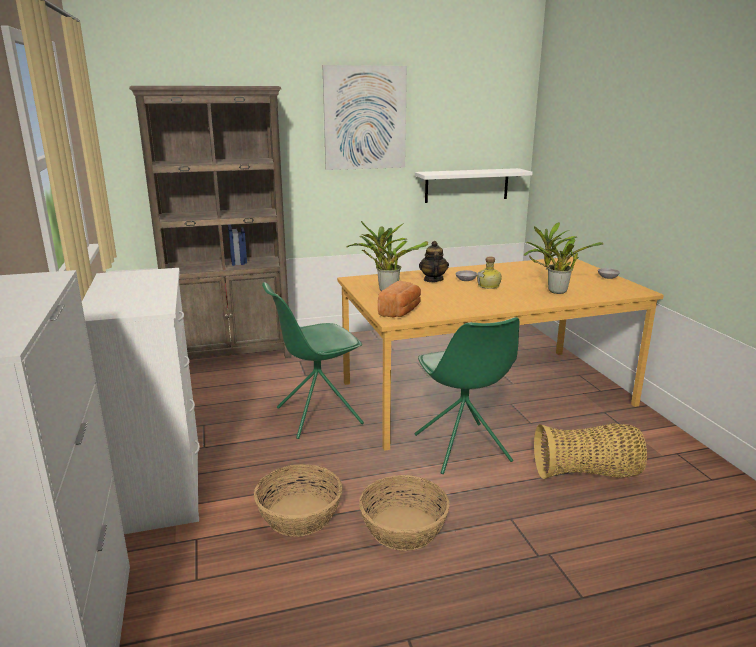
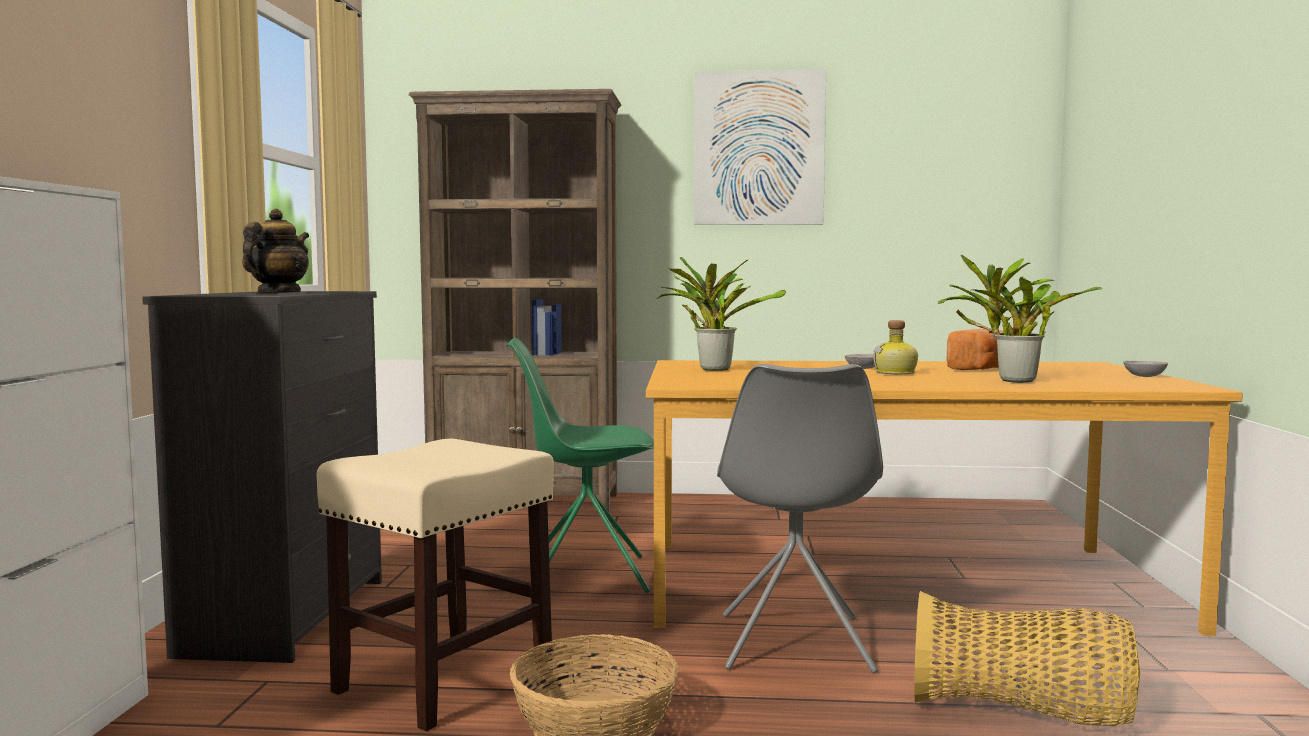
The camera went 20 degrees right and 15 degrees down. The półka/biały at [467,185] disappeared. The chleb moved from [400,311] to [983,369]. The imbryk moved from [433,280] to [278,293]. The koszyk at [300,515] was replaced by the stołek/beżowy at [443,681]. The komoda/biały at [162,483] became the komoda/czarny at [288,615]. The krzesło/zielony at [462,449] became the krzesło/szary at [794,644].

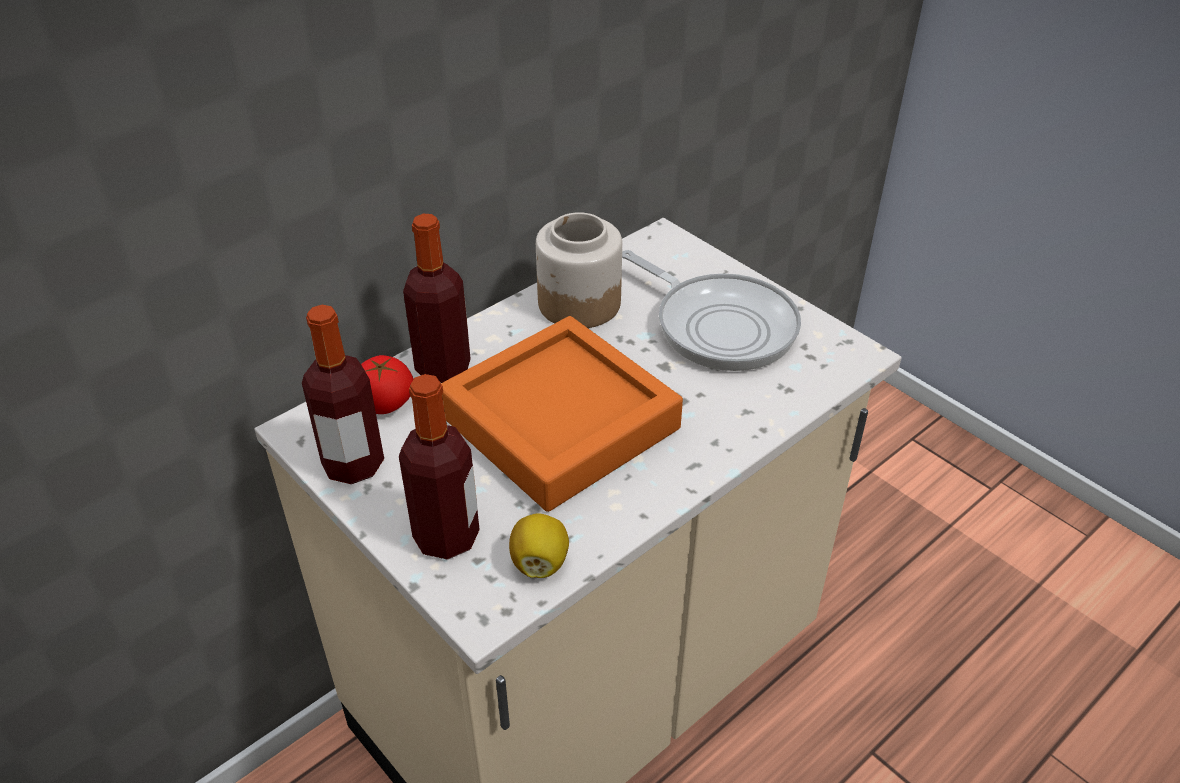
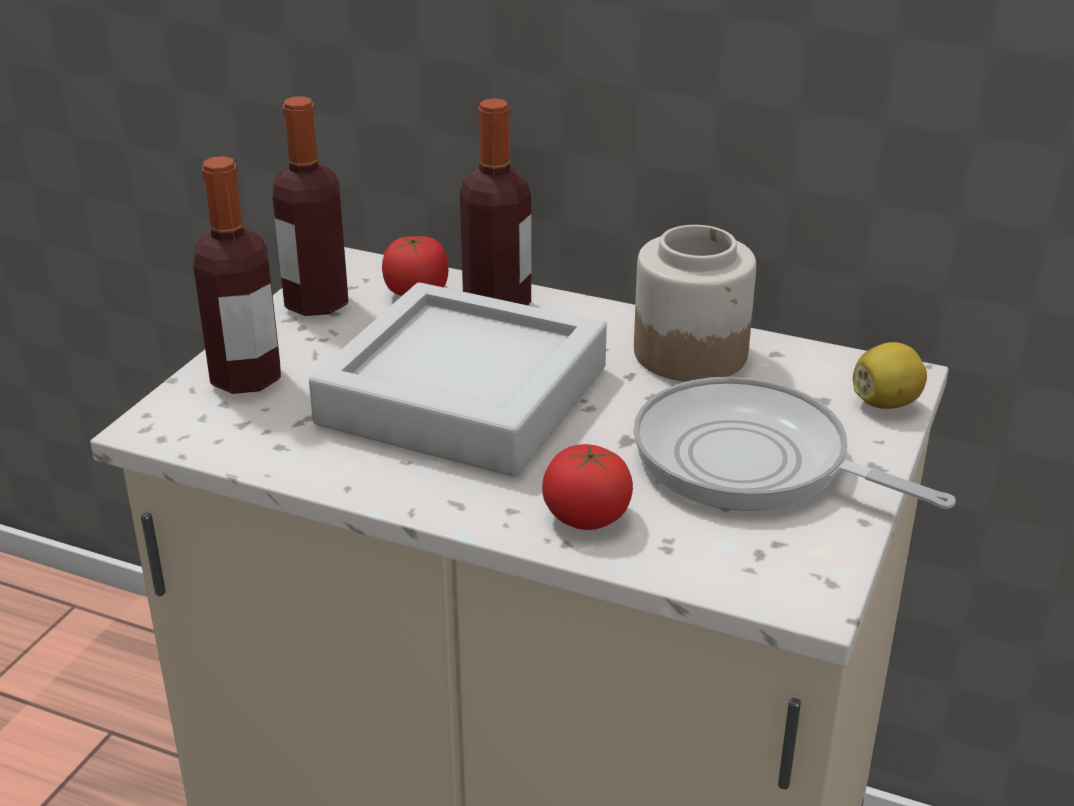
The camera went 65 degrees right and 10 degrees down. The pomidor at [586,516] appeared. The cytryna moved from [540,562] to [886,402]. The taca/pomarańczowy at [560,422] became the taca/szary at [463,396]. The patelnia at [719,325] turned 105 degrees clockwise.

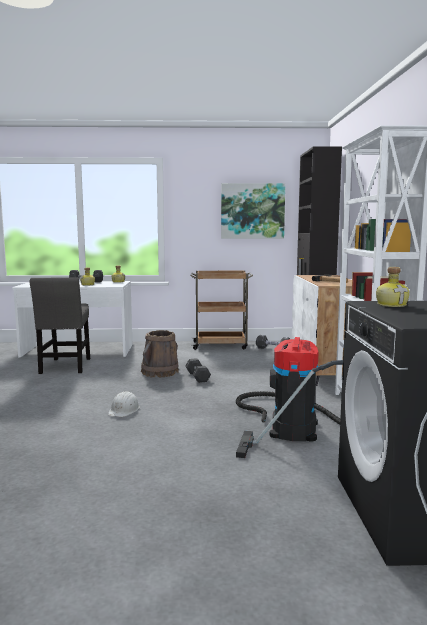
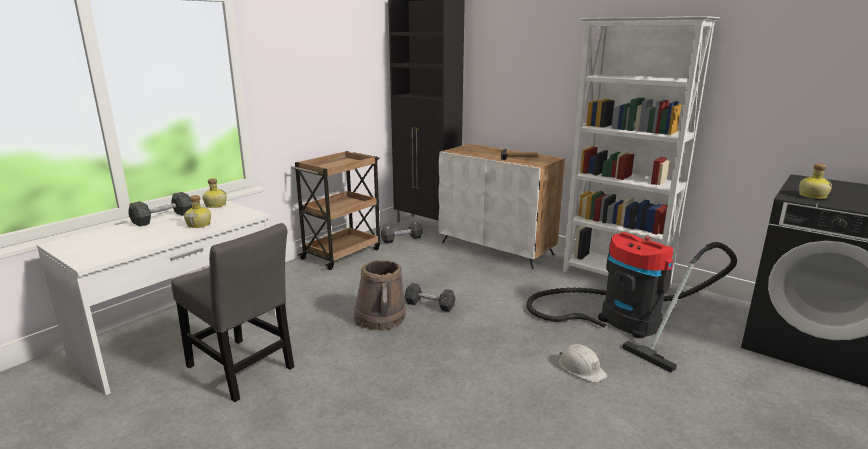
The camera went 50 degrees left and 10 degrees up. The obraz at [252,211] disappeared. The kask/biały moved from [124,410] to [581,368].

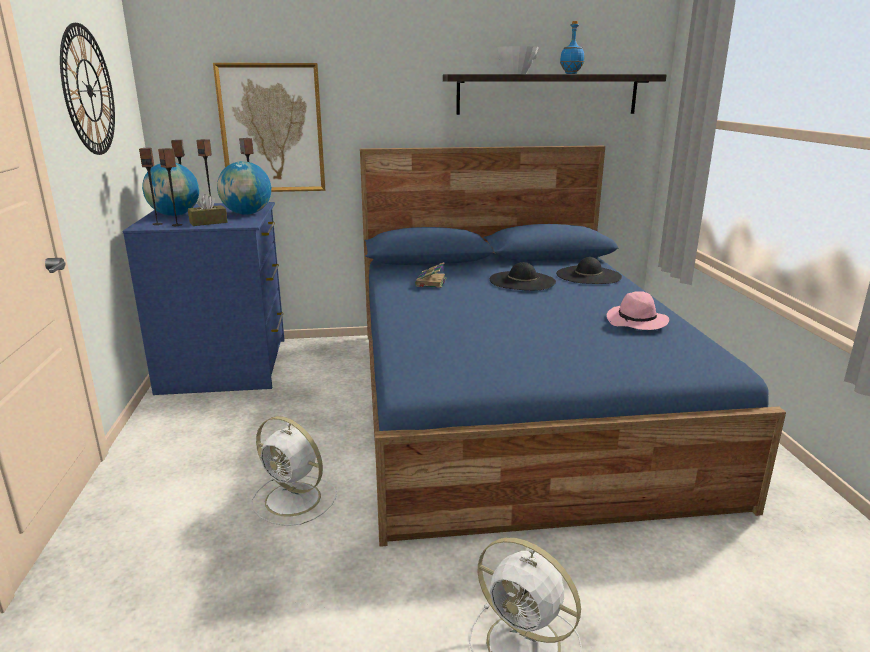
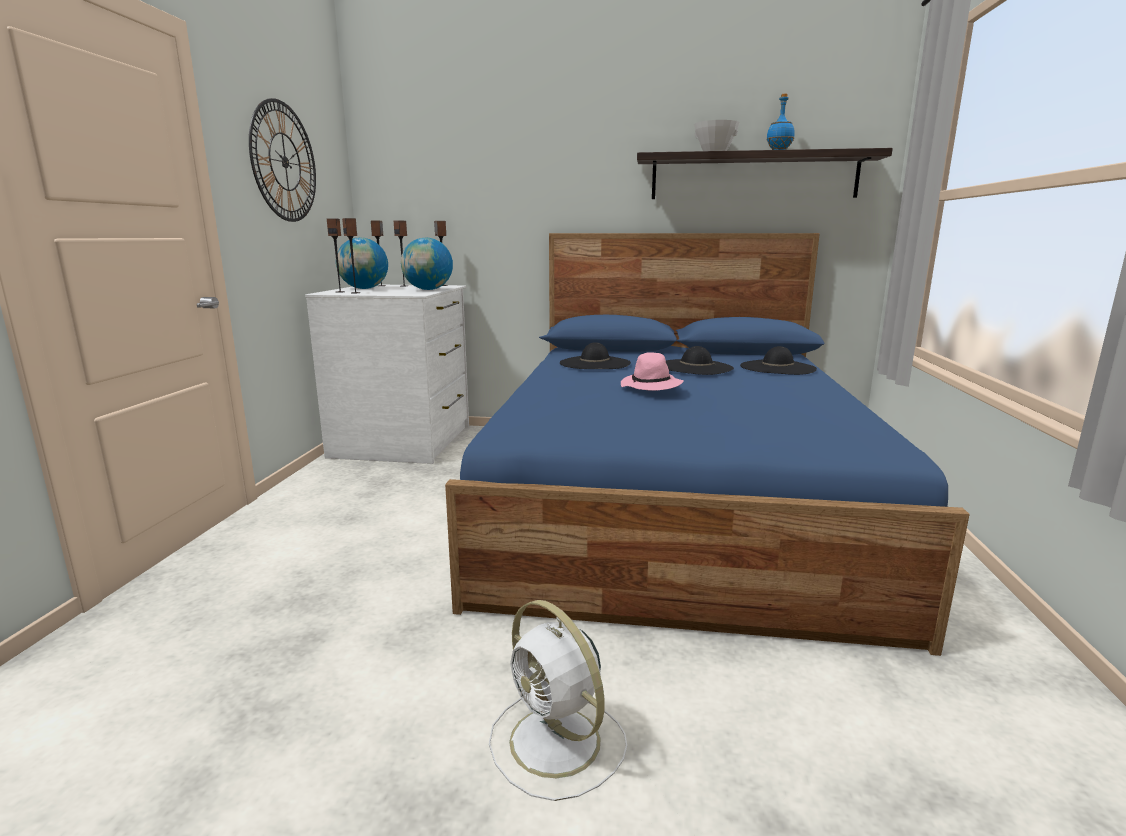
The camera went 15 degrees right and 5 degrees down. The pudełko chusteczek/brązowy at [208,222] disappeared. The obraz at [272,129] disappeared. The wentylator/biały at [295,500] disappeared. The kapelusz/różowy moved from [637,322] to [651,386]. The książka at [430,282] was replaced by the kapelusz/czarny at [595,363]. The komoda/niebieski at [227,365] became the komoda/biały at [404,441].

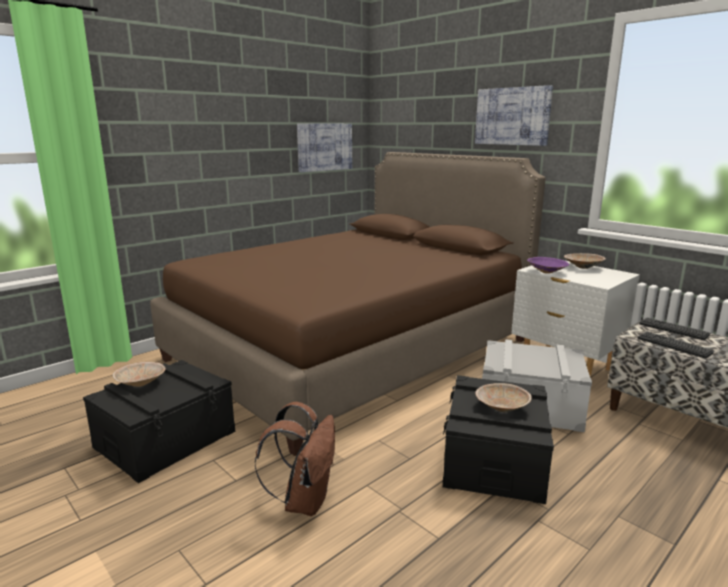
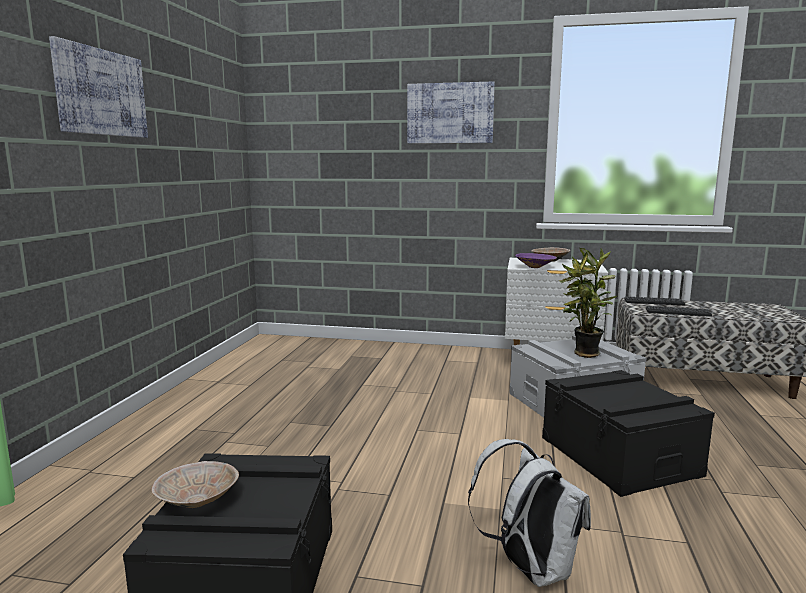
The camera went 35 degrees left and 5 degrees down. The łóżko/brązowy at [351,349] disappeared. The miska/beżowy at [501,408] disappeared. The roślina doniczkowa at [584,354] appeared. The obraz moved from [324,147] to [101,92]. The plecak/brązowy at [304,500] became the plecak/biały at [529,568].

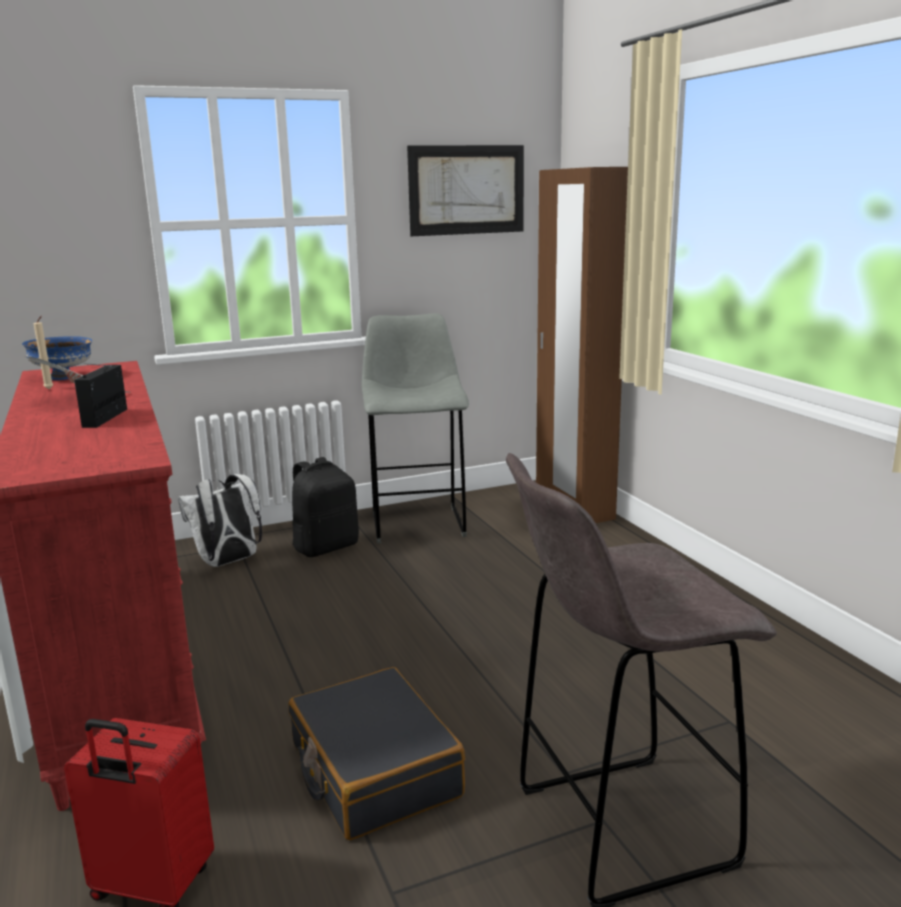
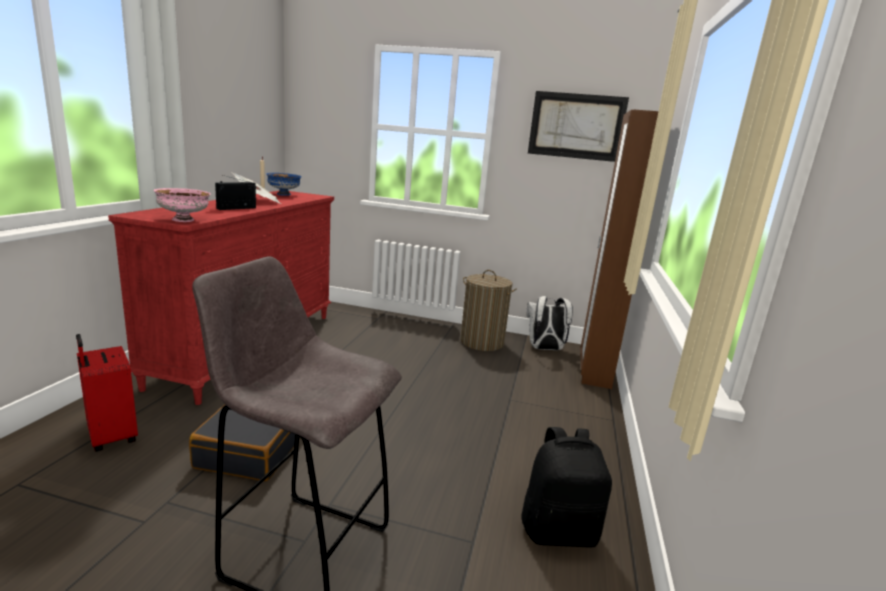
The camera went 35 degrees right and 0 degrees up. The miska/różowy at [184,220] appeared. The plecak/biały moved from [228,562] to [544,349]. The plecak/czarny moved from [326,547] to [559,530]. The stołek/szary at [417,523] was replaced by the kosz na pranie at [482,342].

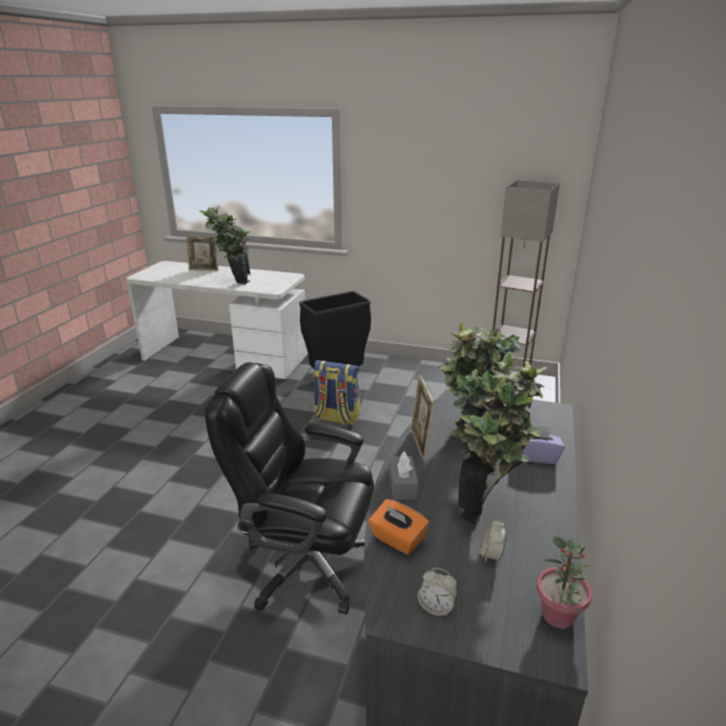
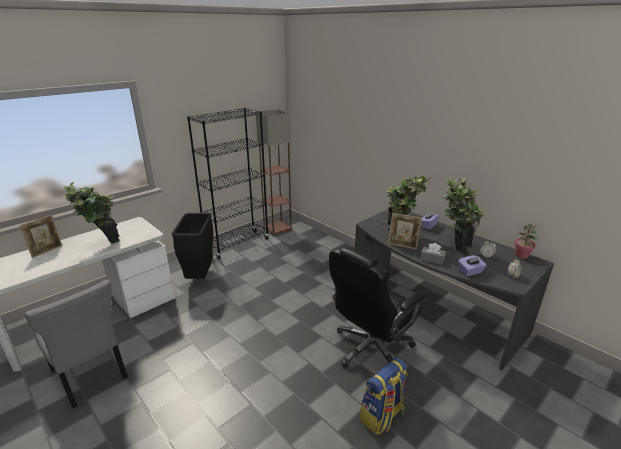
The camera went 60 degrees left and 0 degrees up. The krzesło/szary at [90,376] appeared. The regał/czarny at [237,244] appeared. The plecak moved from [336,418] to [382,416]. The pudełko chusteczek/pomarańczowy at [397,539] became the pudełko chusteczek/fioletowy at [470,272].

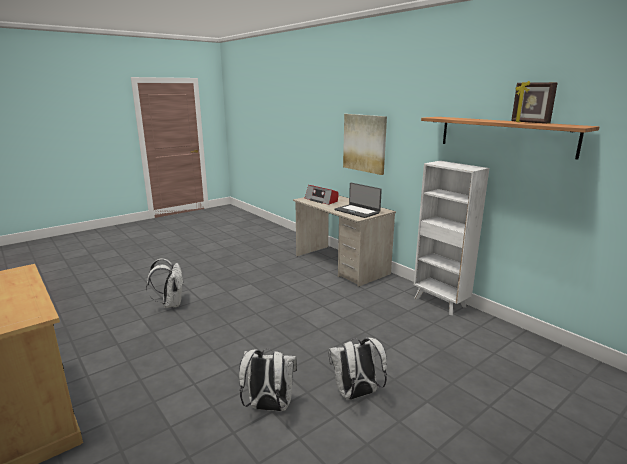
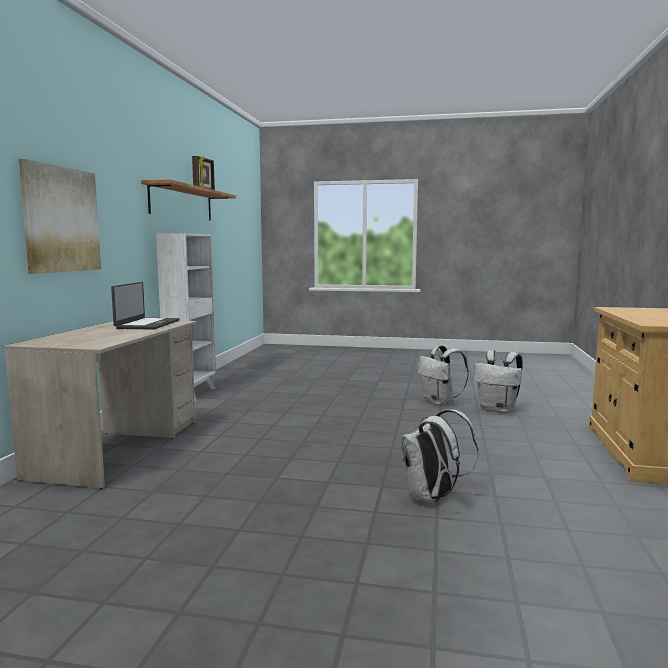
The camera went 130 degrees left and 10 degrees down. The radio at [321,200] disappeared. The plecak/biały moved from [356,394] to [498,409].

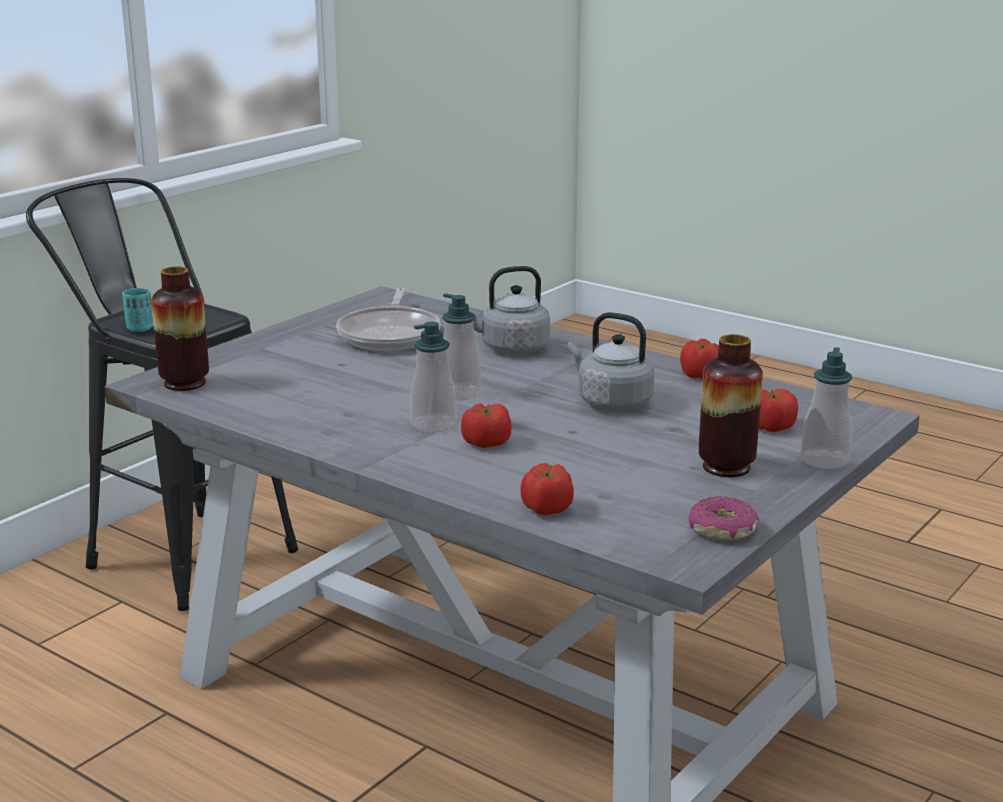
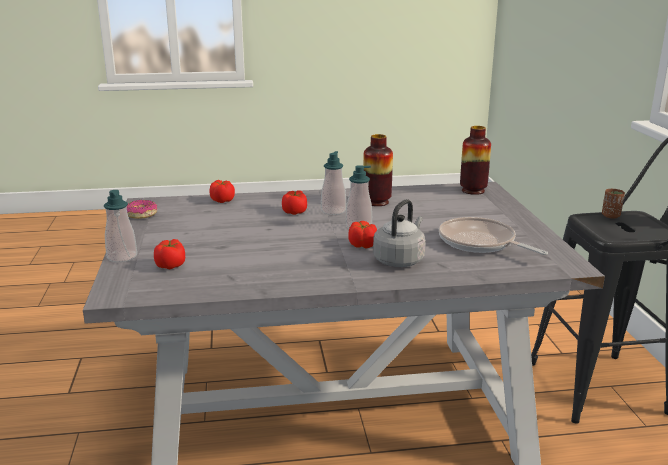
The camera went 135 degrees right and 0 degrees up. The czajnik/szary at [611,402] disappeared. The pomidor moved from [700,375] to [362,245]. The wazon moved from [726,467] to [377,202]. The filiżanka/turkusowy at [140,328] became the filiżanka/brązowy at [611,216].

